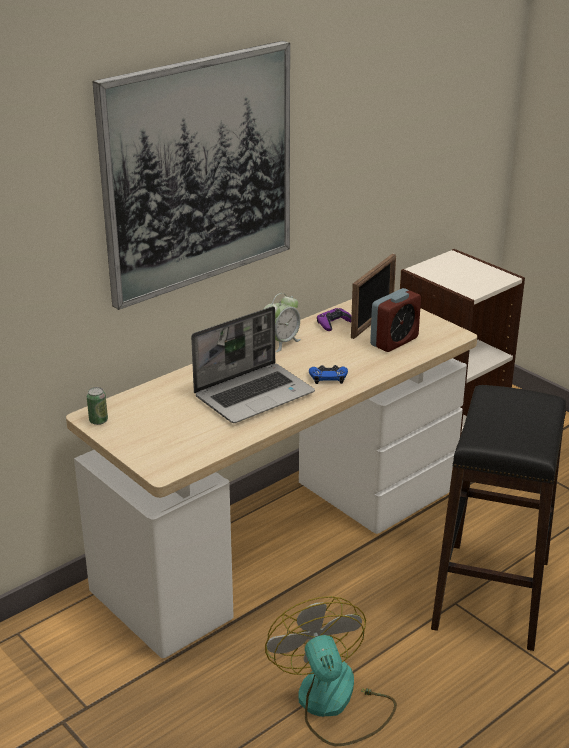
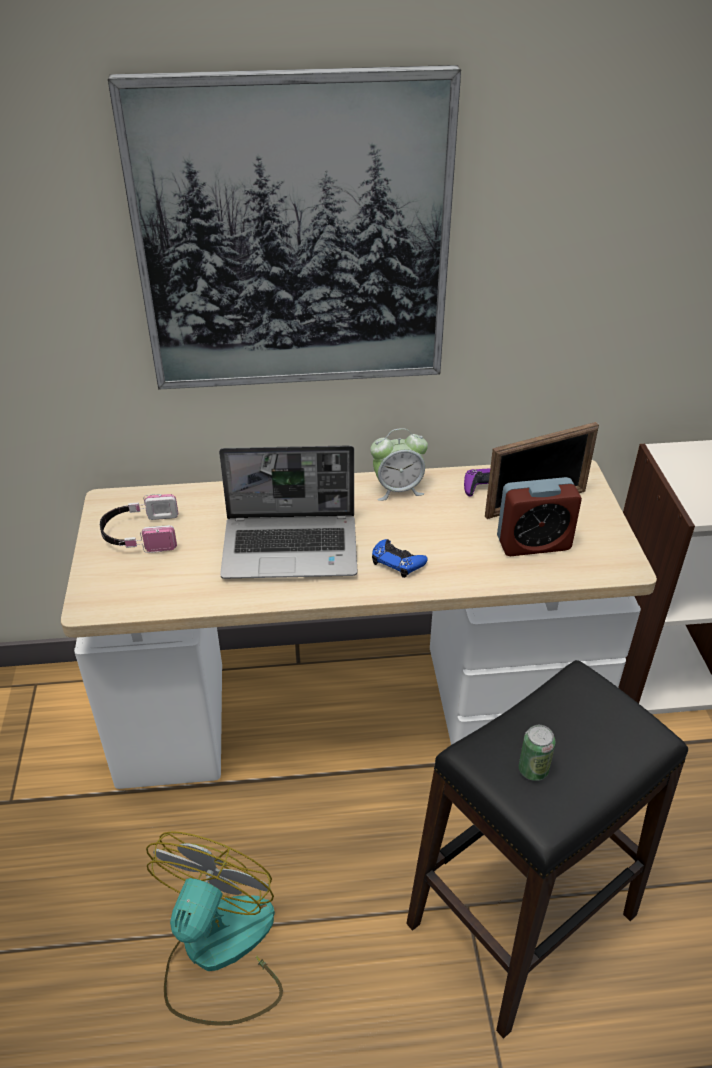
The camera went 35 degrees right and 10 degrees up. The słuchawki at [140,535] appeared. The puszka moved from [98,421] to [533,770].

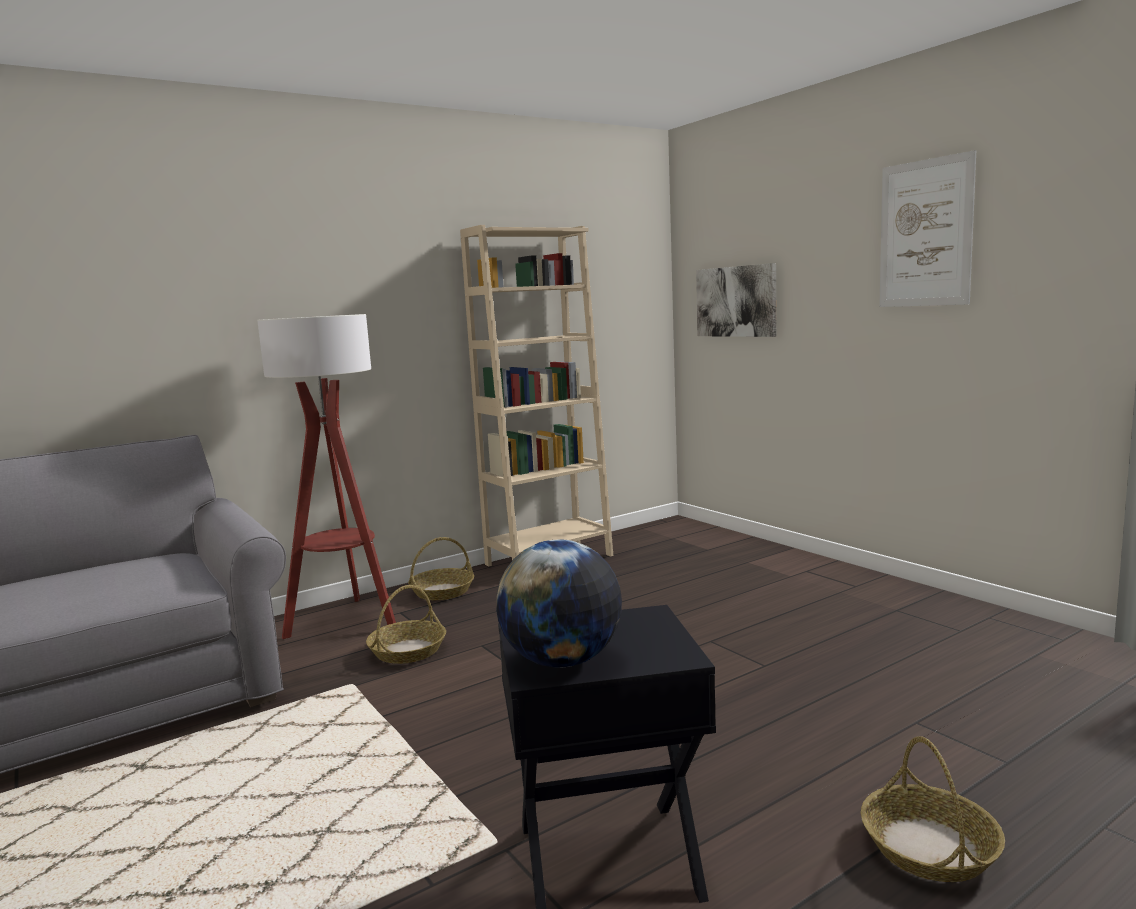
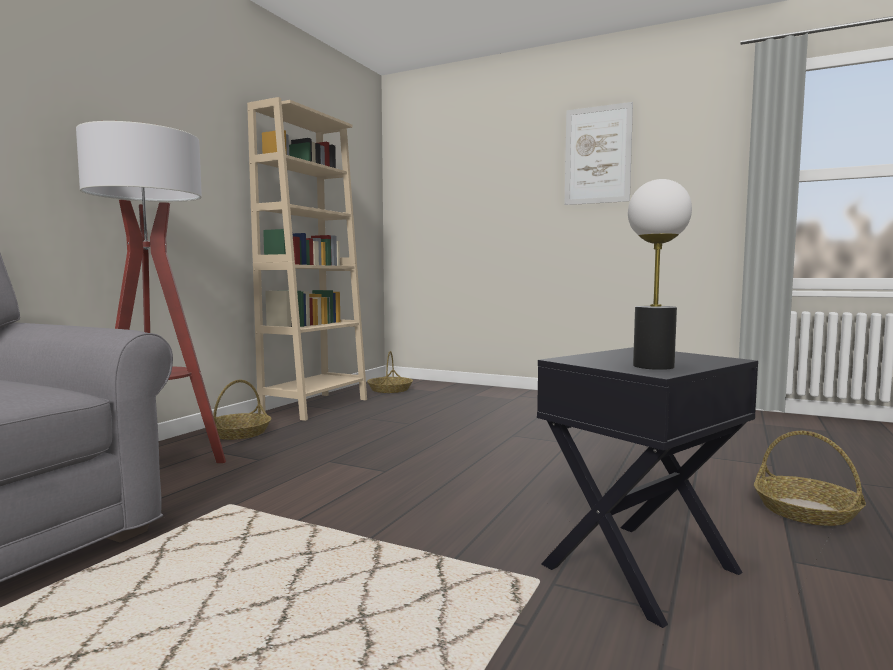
The camera went 30 degrees left and 5 degrees down. The obraz at [736,301] disappeared. The koszyk moved from [408,650] to [390,390]. The globus at [562,661] was replaced by the lampa stołowa at [654,366].

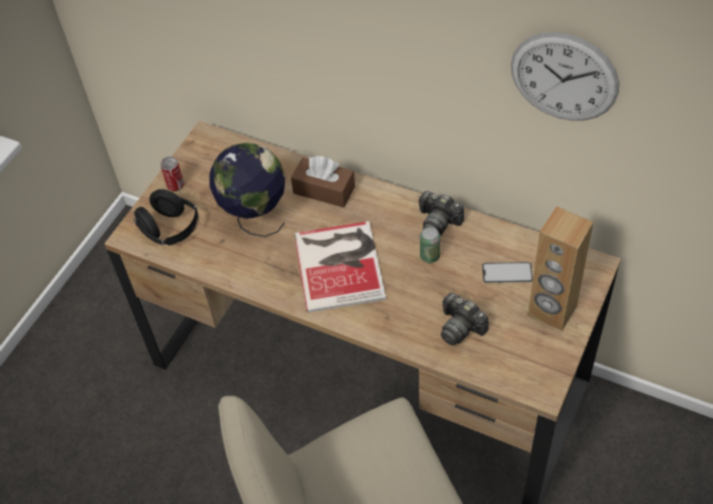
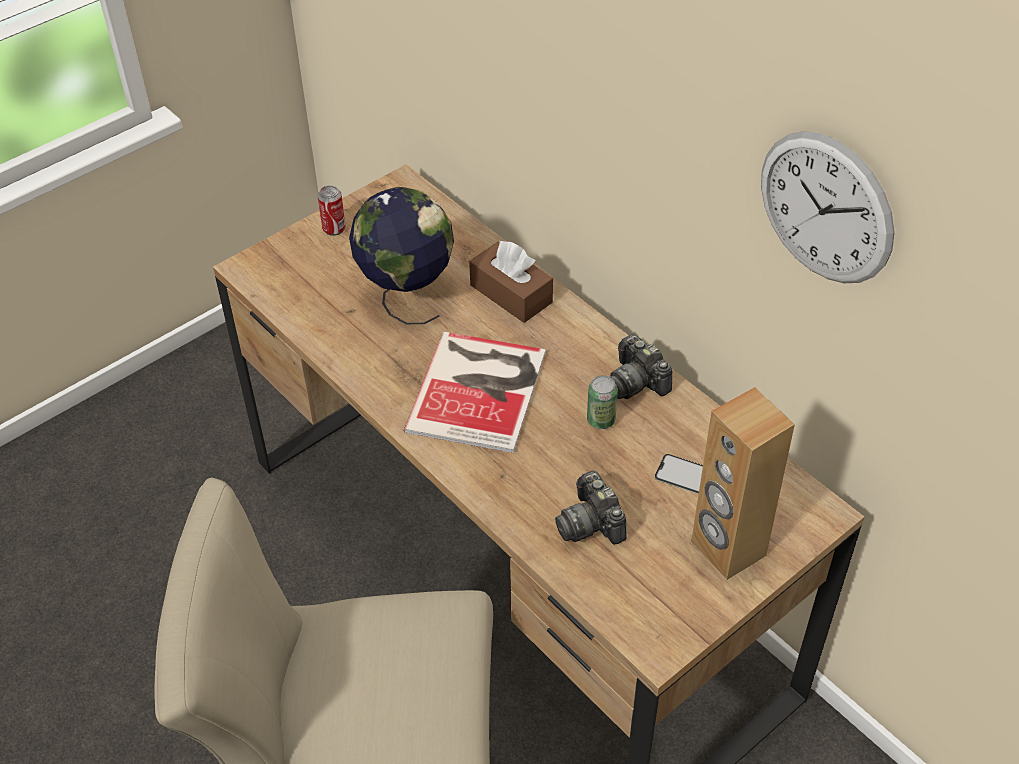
The camera went 20 degrees right and 5 degrees down. The słuchawki/czarny at [171,230] disappeared.

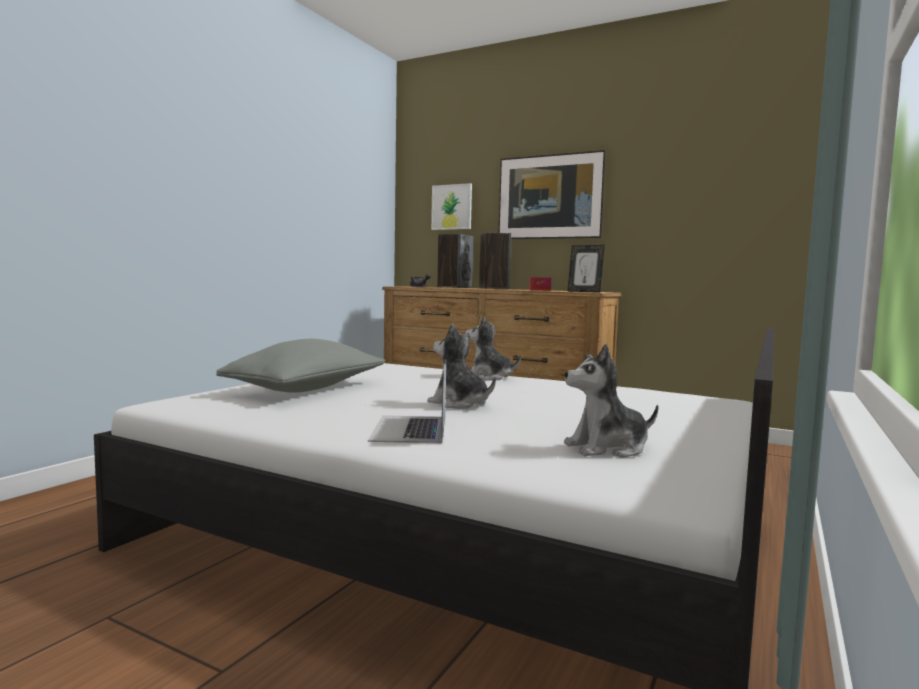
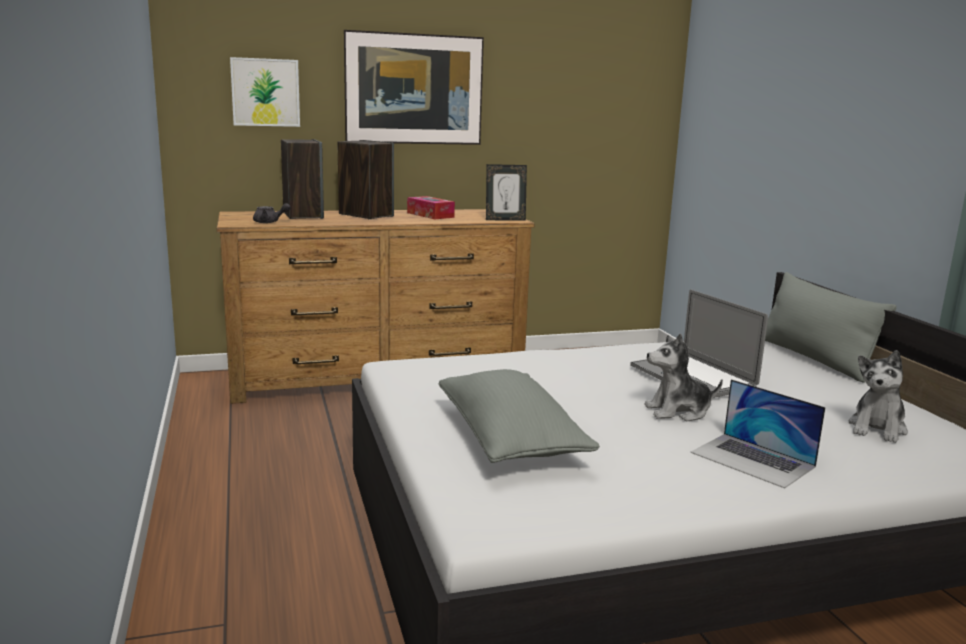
The camera went 45 degrees left and 10 degrees up. The pluszak at [489,377] disappeared. The laptop at [692,376] appeared. The poduszka/szary at [814,358] appeared.

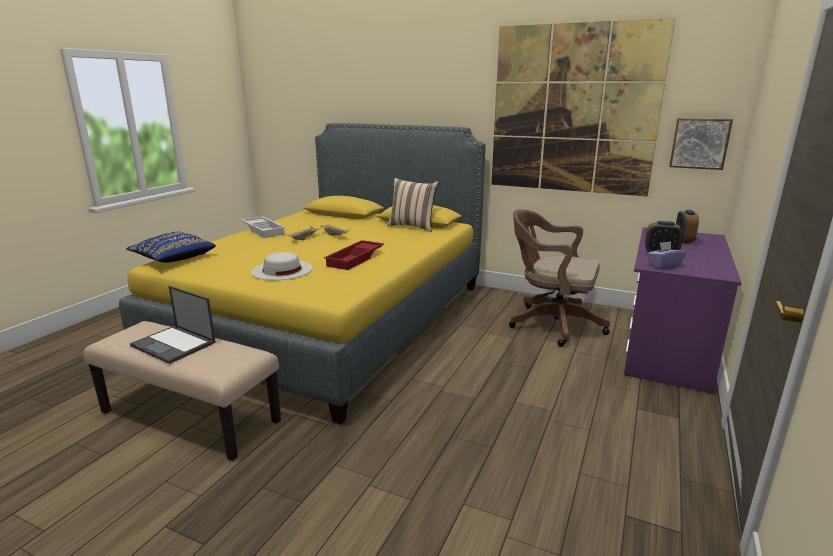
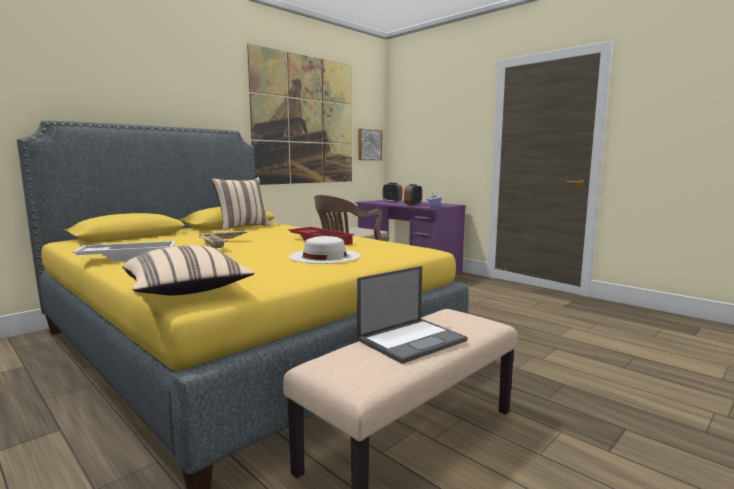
The camera went 70 degrees left and 10 degrees down. The poduszka/niebieski at [173,259] became the poduszka/beżowy at [187,291].

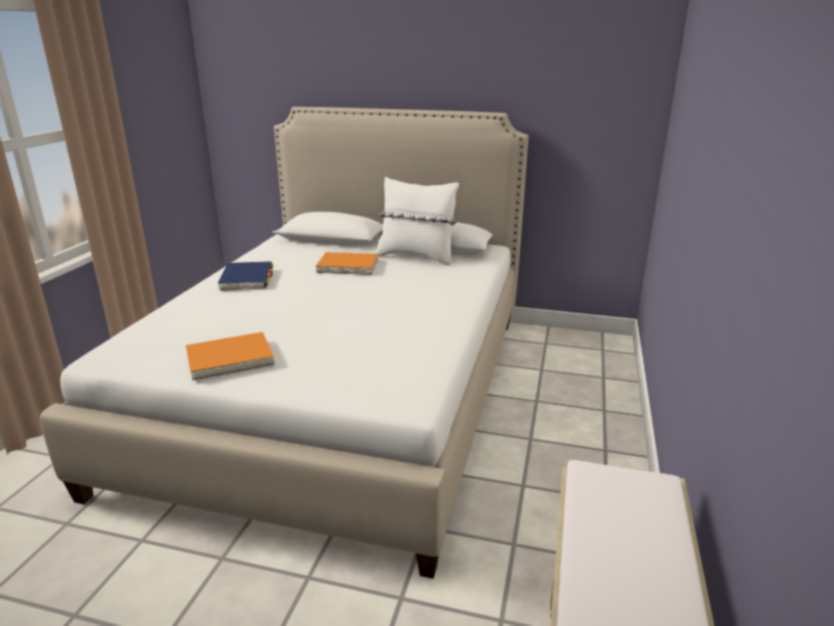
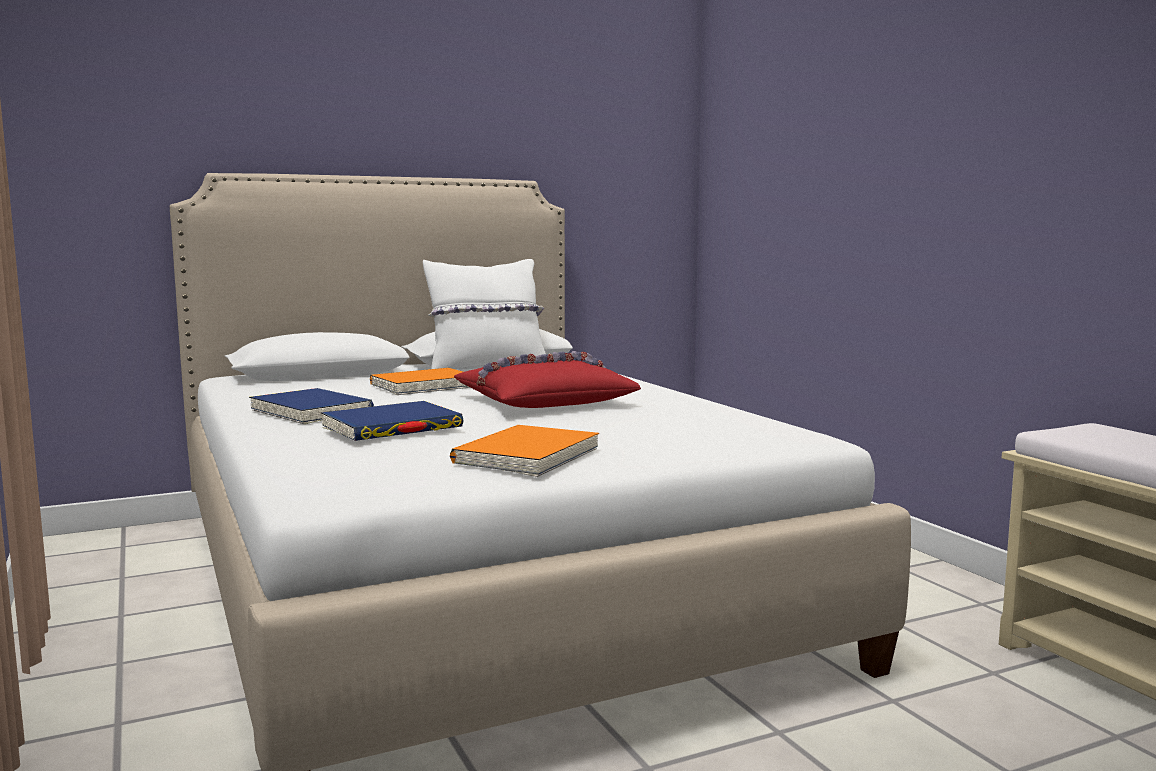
The camera went 40 degrees left and 15 degrees down. The książka/niebieski at [392,428] appeared. The poduszka/czerwony at [544,401] appeared.

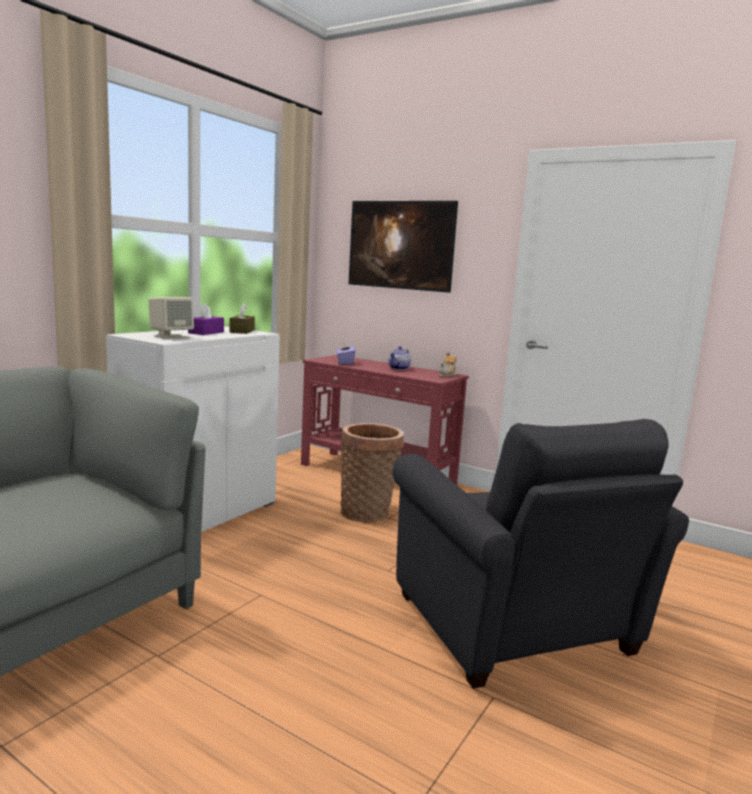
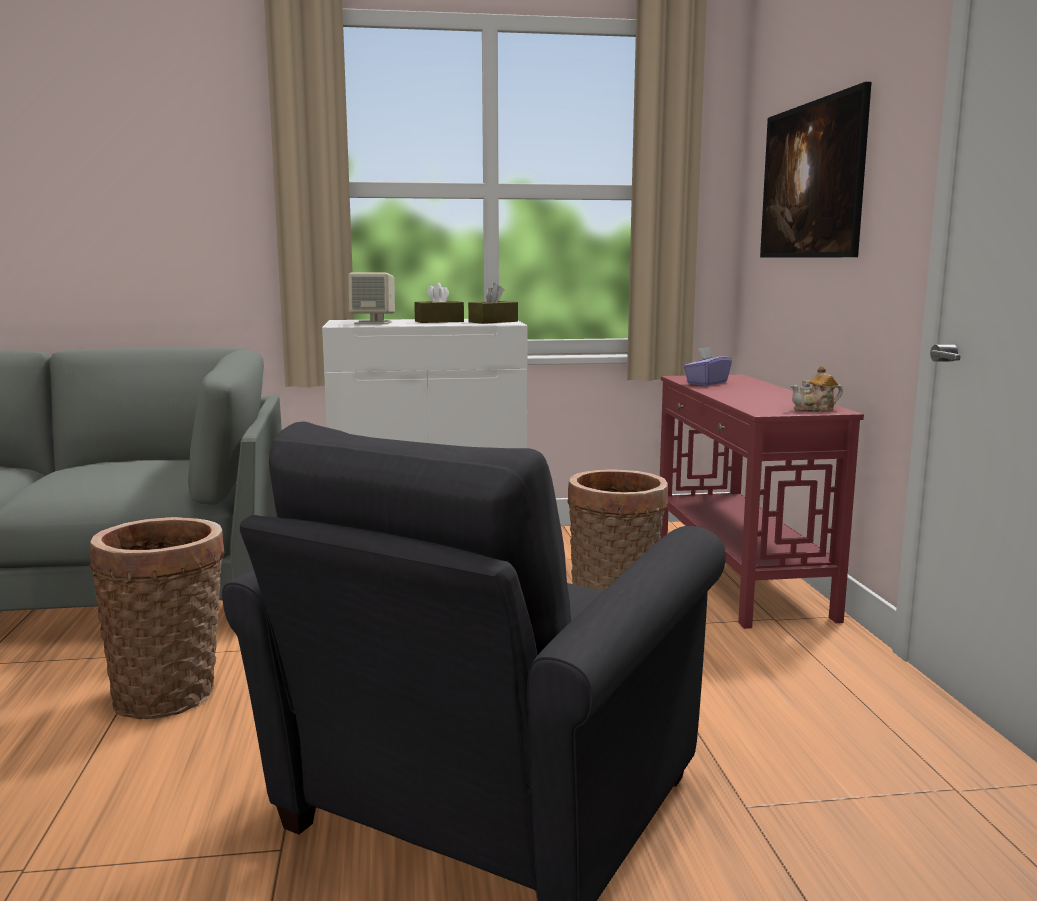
The camera went 50 degrees right and 0 degrees up. The imbryk at [399,368] disappeared. The koszyk at [171,694] appeared. The pudełko chusteczek/fioletowy at [206,332] became the pudełko chusteczek/brązowy at [439,321].

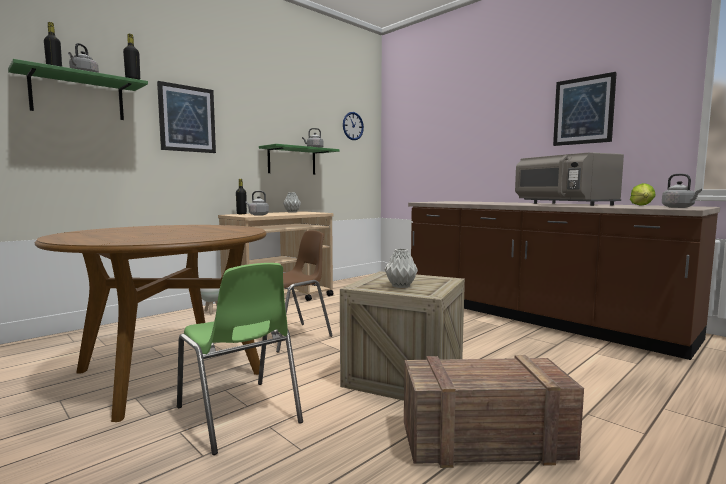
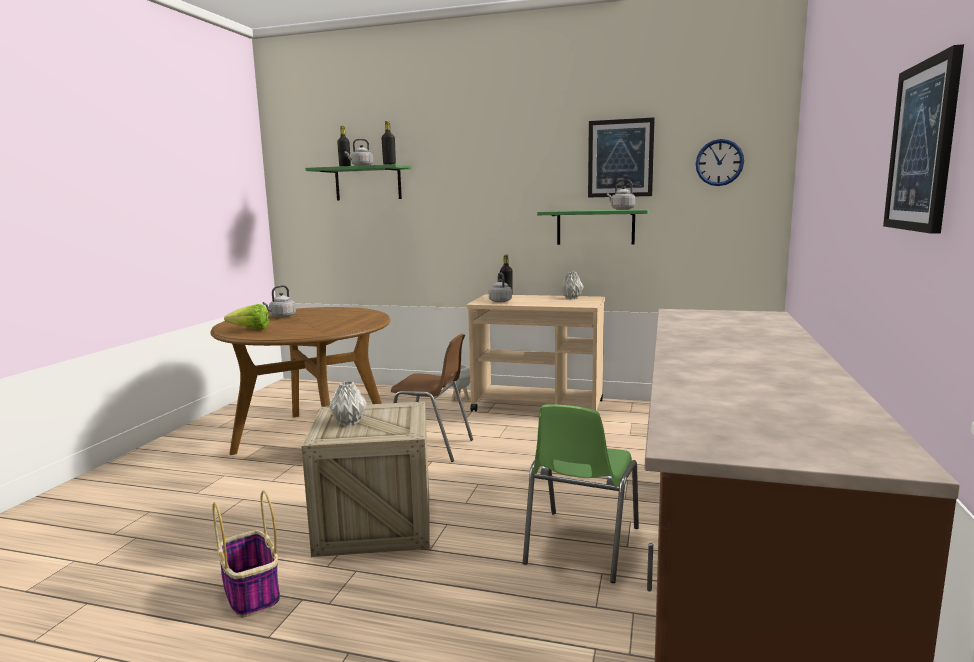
The camera went 60 degrees right and 5 degrees up. The mikrofalówka/szary at [564,204] disappeared. The obraz moved from [187,119] to [620,158]. The krzesło/zielony moved from [239,415] to [580,546]. The sałata moved from [642,205] to [251,330]. The czajnik/szary moved from [679,207] to [281,316]. The skrzynka at [482,442] was replaced by the koszyk at [251,592].

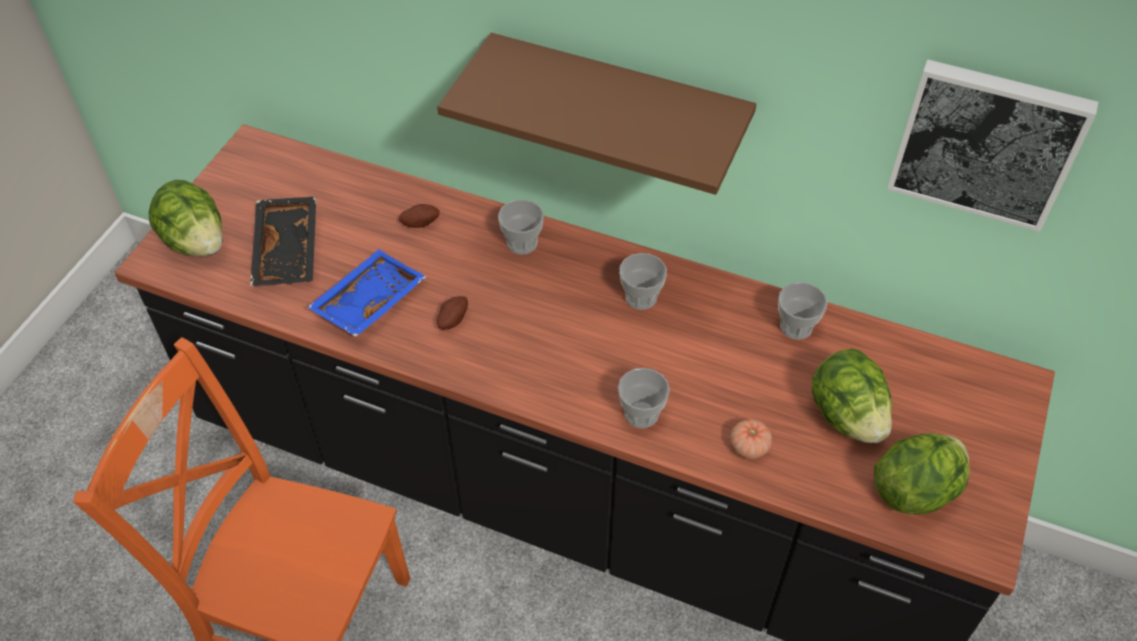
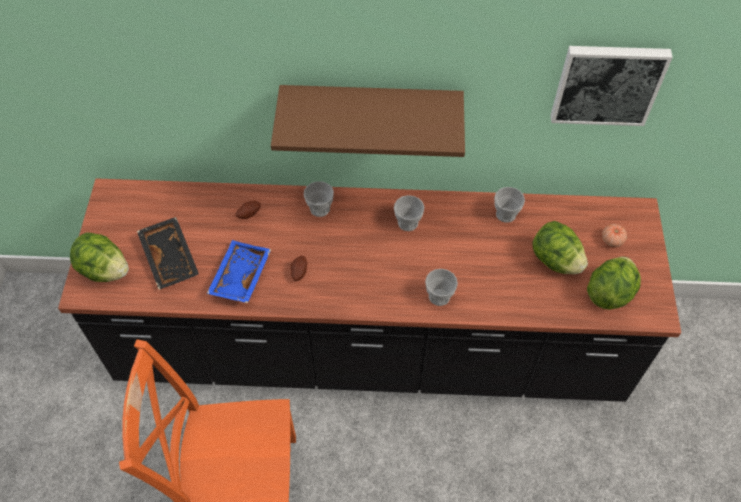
The camera went 20 degrees left and 5 degrees up. The pomidor moved from [749,446] to [612,240].

